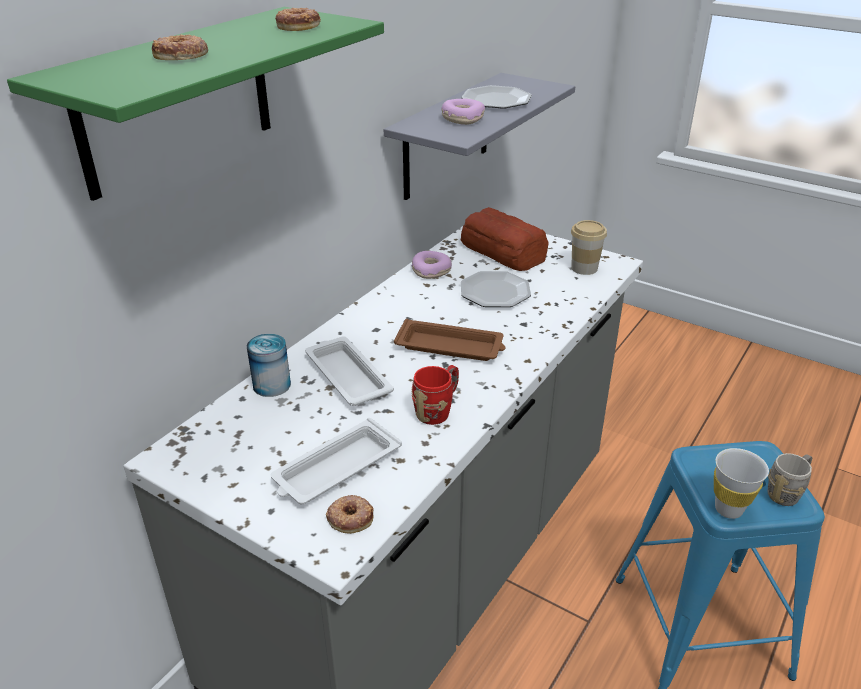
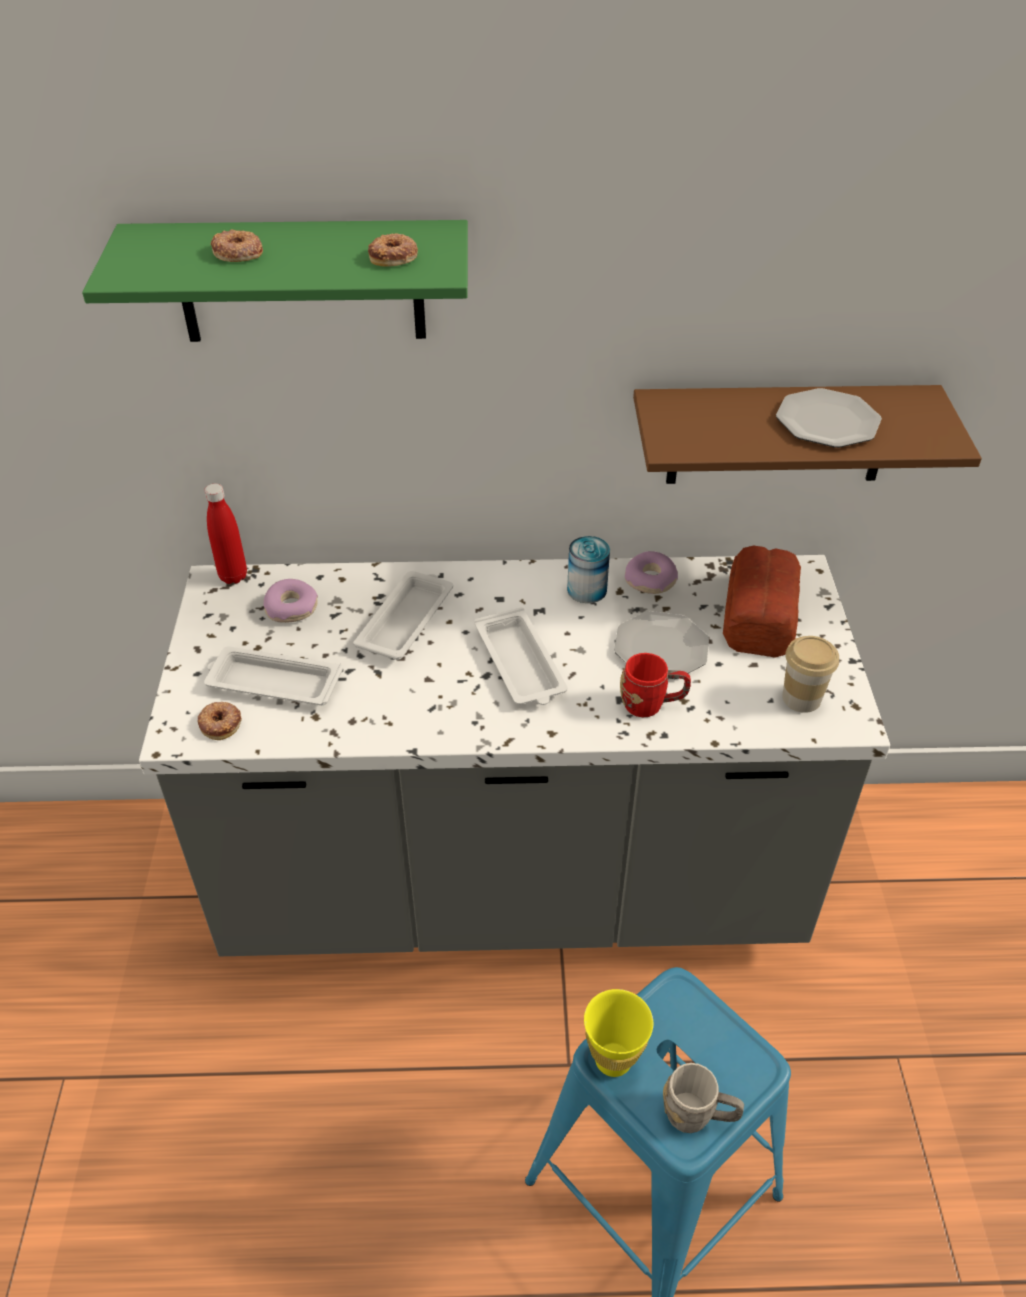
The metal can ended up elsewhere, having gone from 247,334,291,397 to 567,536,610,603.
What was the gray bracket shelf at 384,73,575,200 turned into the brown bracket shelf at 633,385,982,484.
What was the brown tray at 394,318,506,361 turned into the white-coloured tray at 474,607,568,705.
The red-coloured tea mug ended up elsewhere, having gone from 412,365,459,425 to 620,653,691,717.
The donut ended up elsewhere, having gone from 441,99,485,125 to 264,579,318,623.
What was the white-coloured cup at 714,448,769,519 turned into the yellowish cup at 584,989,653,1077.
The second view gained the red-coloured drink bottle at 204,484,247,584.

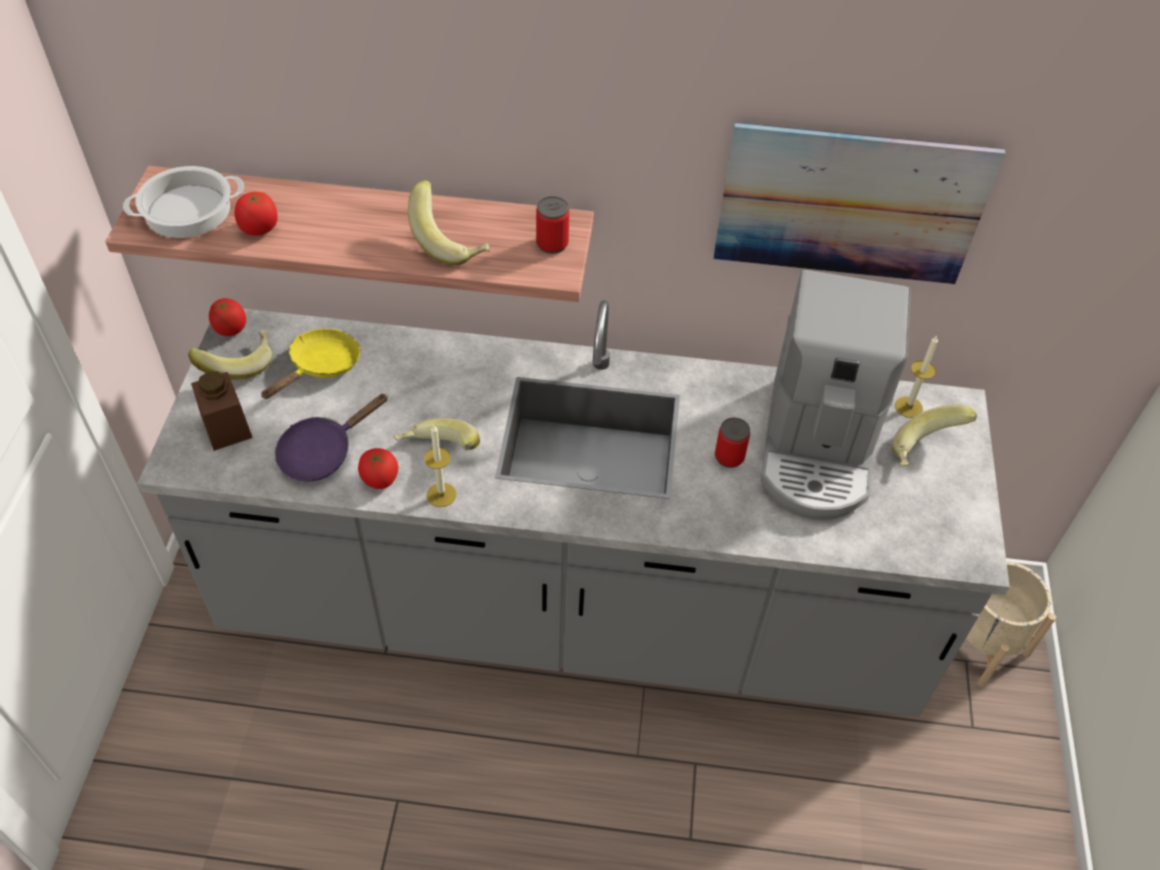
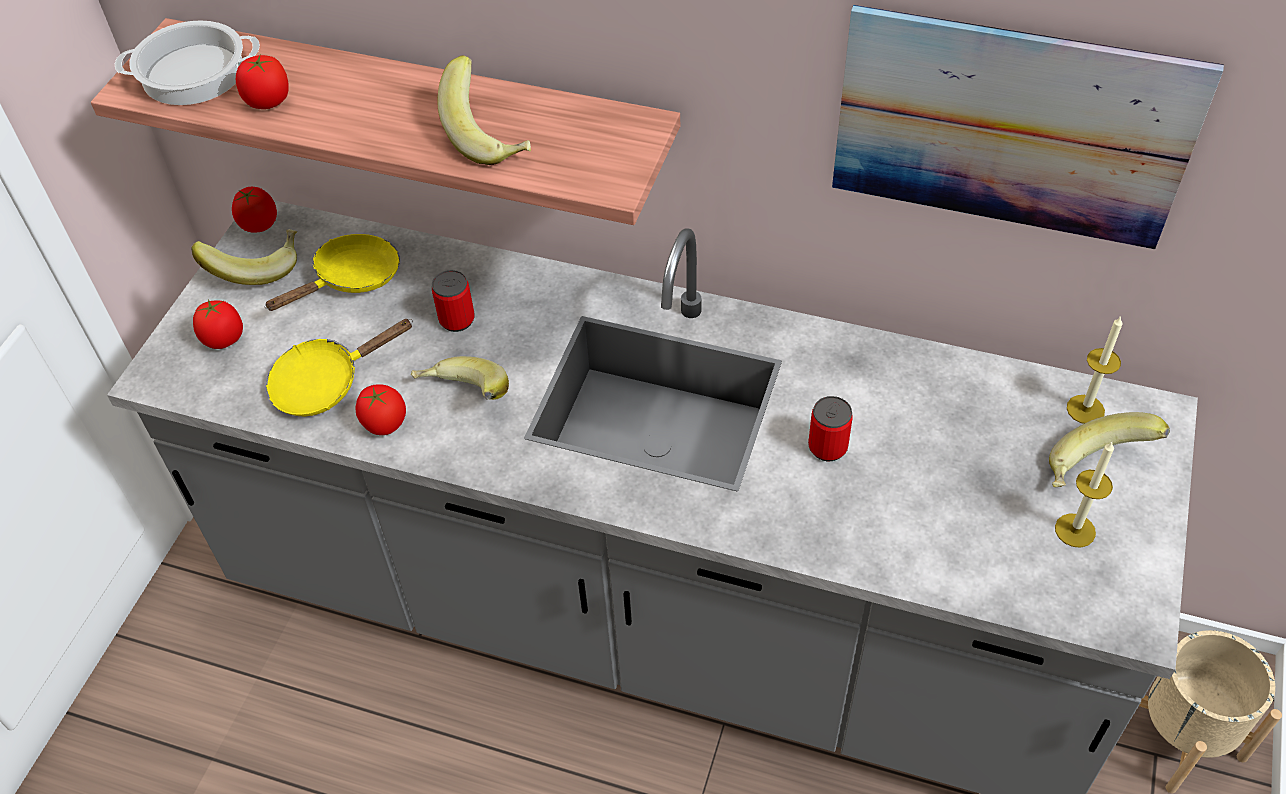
Where the brown storage jar stood at 191,371,253,451, the tomato came to stand at 193,299,243,349.
What was the purple frying pan at 275,394,388,482 turned into the yellowish frying pan at 266,319,413,416.
The candle ended up elsewhere, having gone from 424,424,456,507 to 1055,442,1114,548.
The metal can ended up elsewhere, having gone from 536,196,569,254 to 432,270,475,332.
The second view lost the coffee machine at 761,270,911,520.

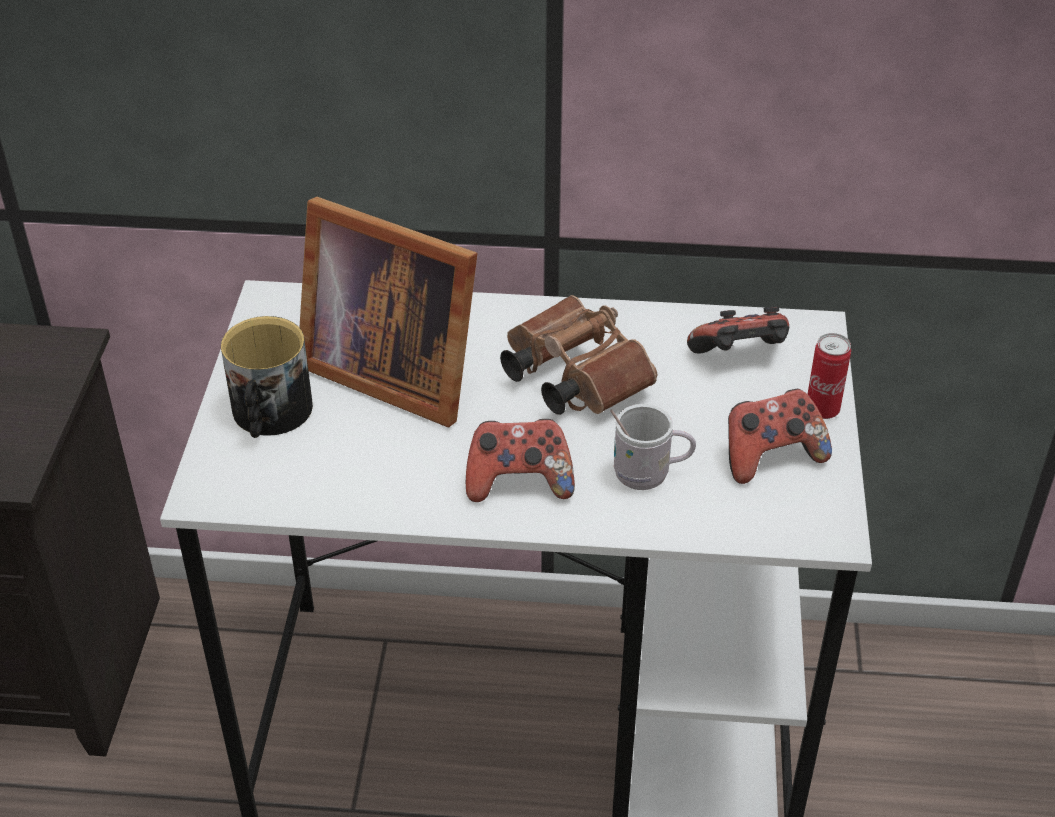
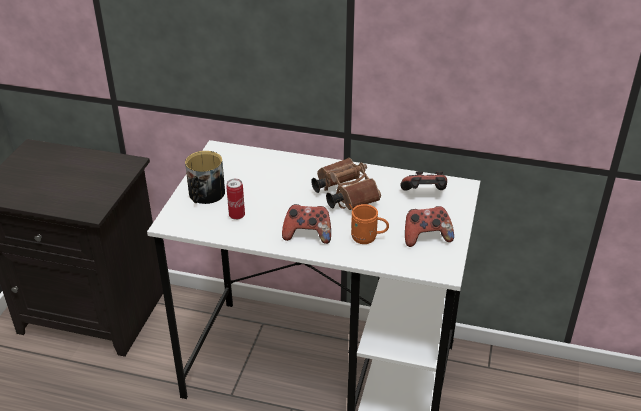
The second view lost the picture frame at 299,197,477,427.
What was the white-coloured tea mug at 610,404,696,490 turned into the orange tea mug at 349,204,389,244.
The metal can ended up elsewhere, having gone from 807,333,851,419 to 226,179,245,220.

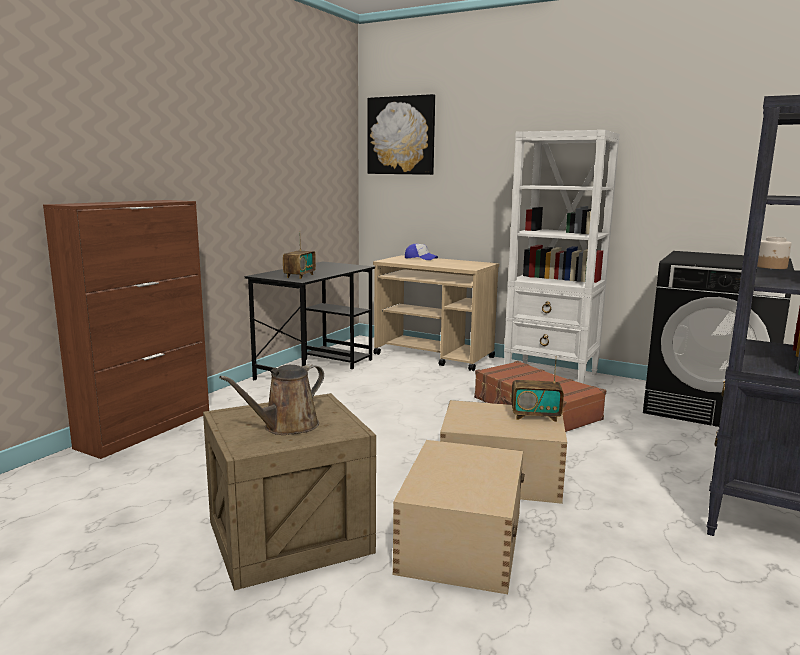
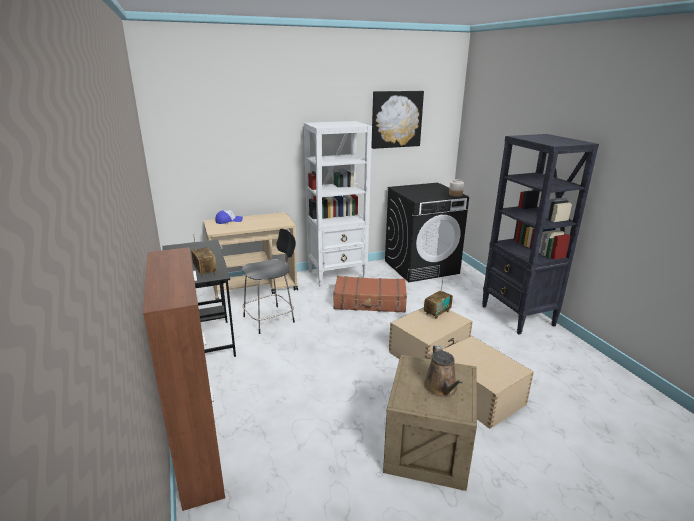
The wall art ended up elsewhere, having gone from 367,94,435,175 to 371,91,424,149.
The second view gained the blackish stool seat at 242,229,296,334.

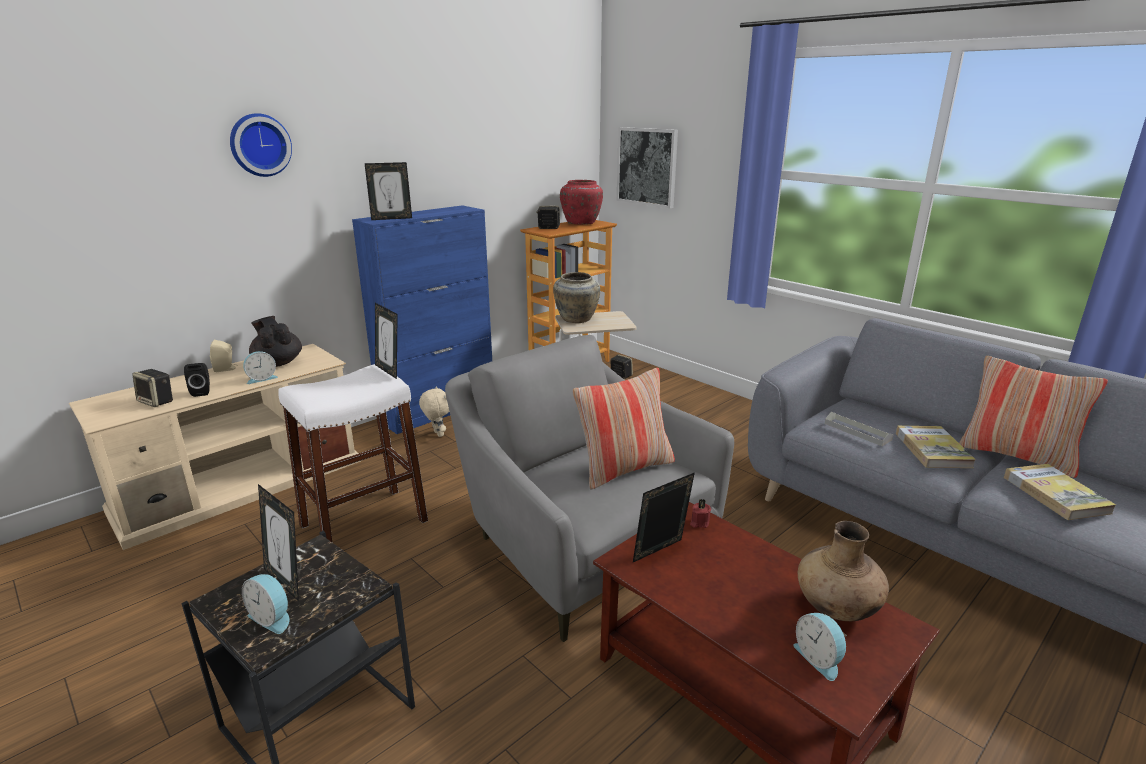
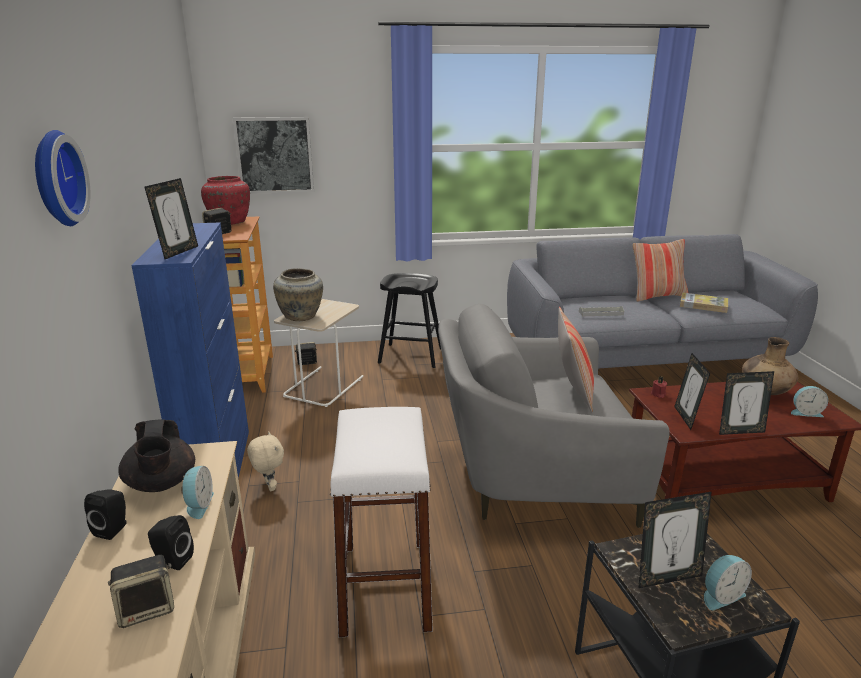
What was the sand-coloured loudspeaker at 210,340,238,372 turned into the blackish loudspeaker at 84,489,127,540.
The blackish teapot at 249,316,302,367 ended up facing another way, 105 degrees counterclockwise from before.
The picture frame ended up elsewhere, having gone from 375,303,398,379 to 719,371,774,435.
The sand-coloured plush toy at 419,387,450,437 ended up facing another way, 60 degrees clockwise from before.
The second view lost the volume at 896,426,976,468.
The second view gained the blackish stool seat at 378,273,441,368.

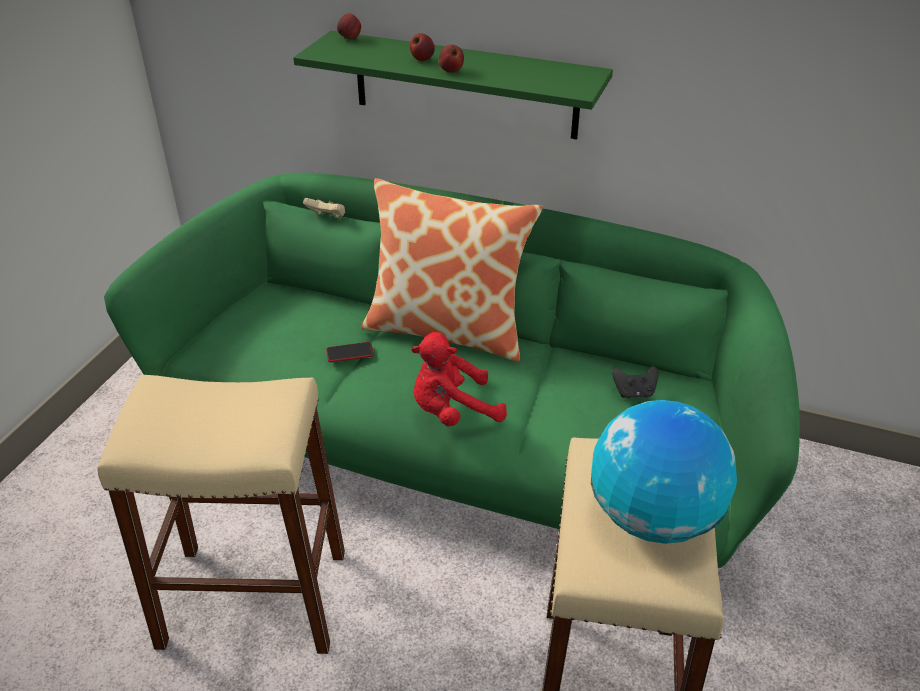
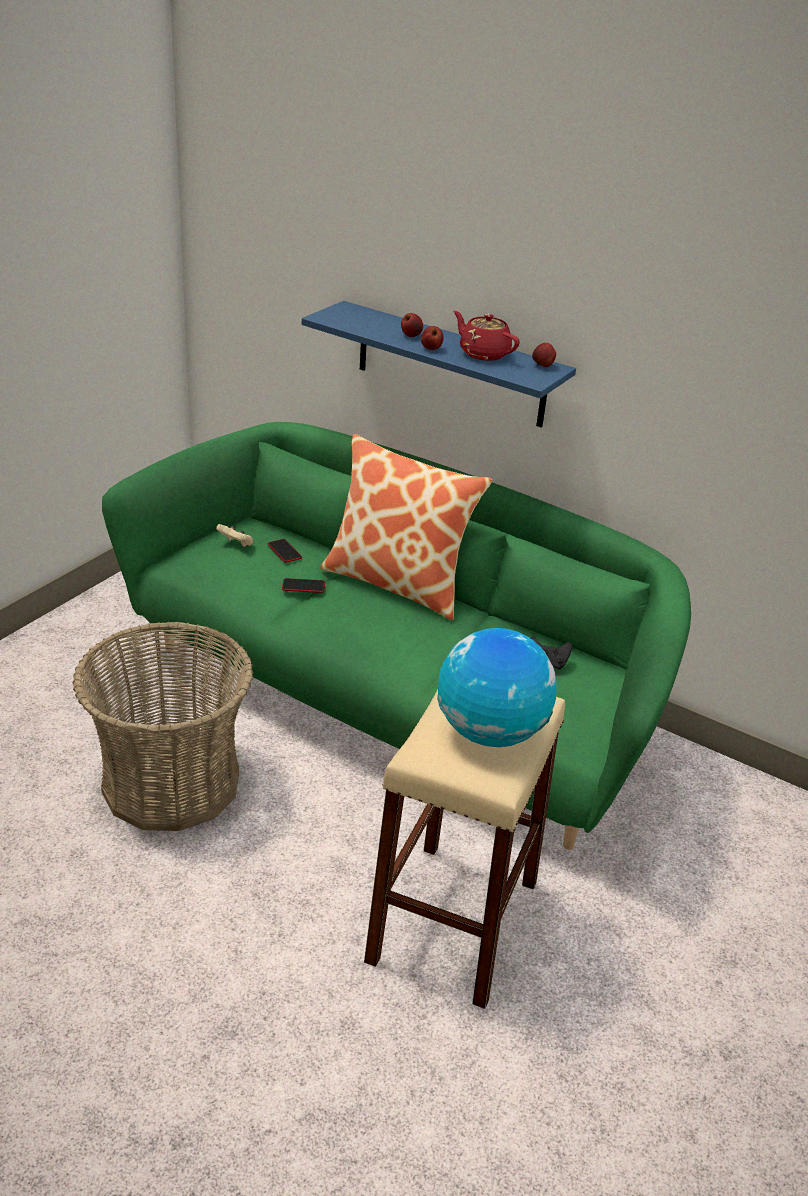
Where the sand-coloured stool seat stood at 97,374,345,654, the household basket came to stand at 72,621,253,831.
What was the green bracket shelf at 293,31,613,139 turned into the blue bracket shelf at 302,301,576,428.
The sand-coloured game controller ended up elsewhere, having gone from 303,198,345,218 to 216,524,253,547.
The whole apple ended up elsewhere, having gone from 337,13,361,40 to 532,343,556,367.
The second view lost the red-coloured plush toy at 411,332,507,427.
The second view gained the phone at 268,539,302,563.
The second view gained the red-coloured teapot at 453,311,520,361.

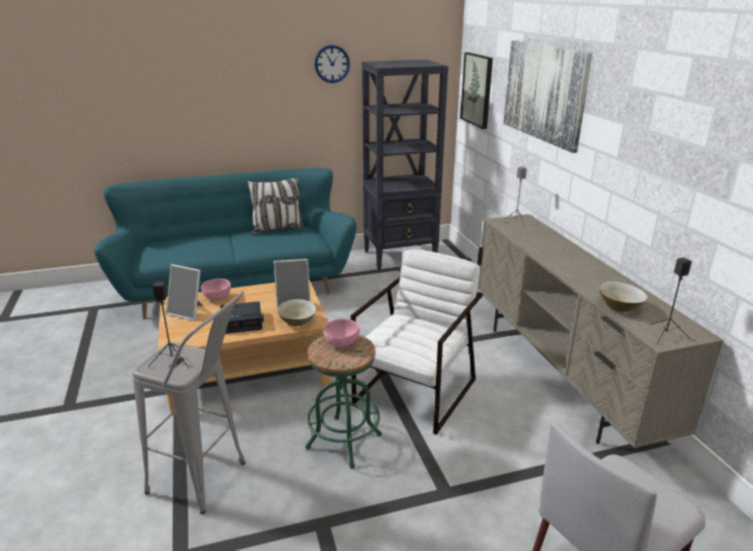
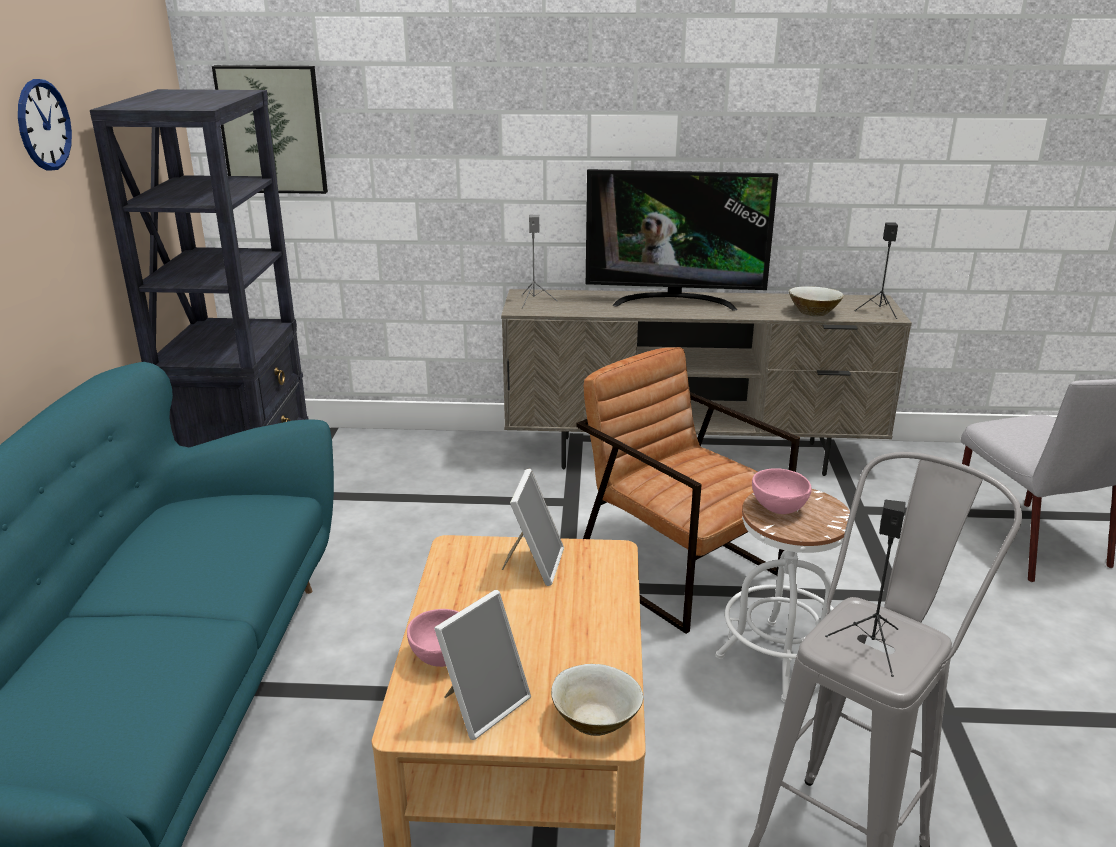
The second view lost the alarm clock at 221,301,264,334.
The second view lost the pillow at 247,177,304,234.
The sand-coloured serving bowl ended up elsewhere, having gone from 277,299,316,326 to 551,664,644,736.
What was the green stool seat at 305,335,382,469 turned into the white-coloured stool seat at 715,489,850,702.
What was the white-coloured lounge chair at 351,249,483,435 turned into the brown lounge chair at 576,347,800,634.
The second view lost the wall art at 503,41,592,153.
The second view gained the television at 586,169,778,311.

